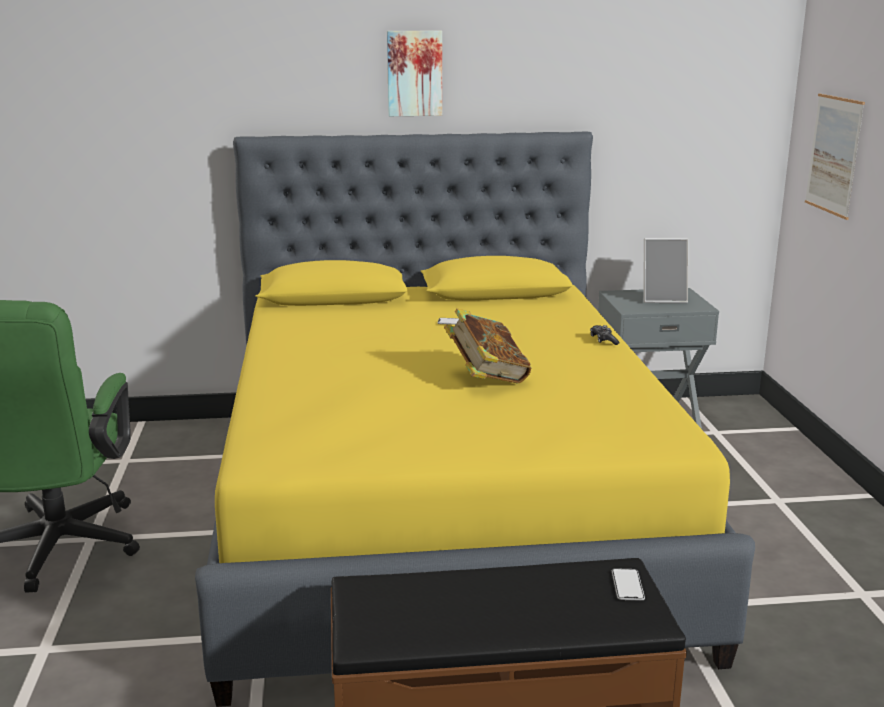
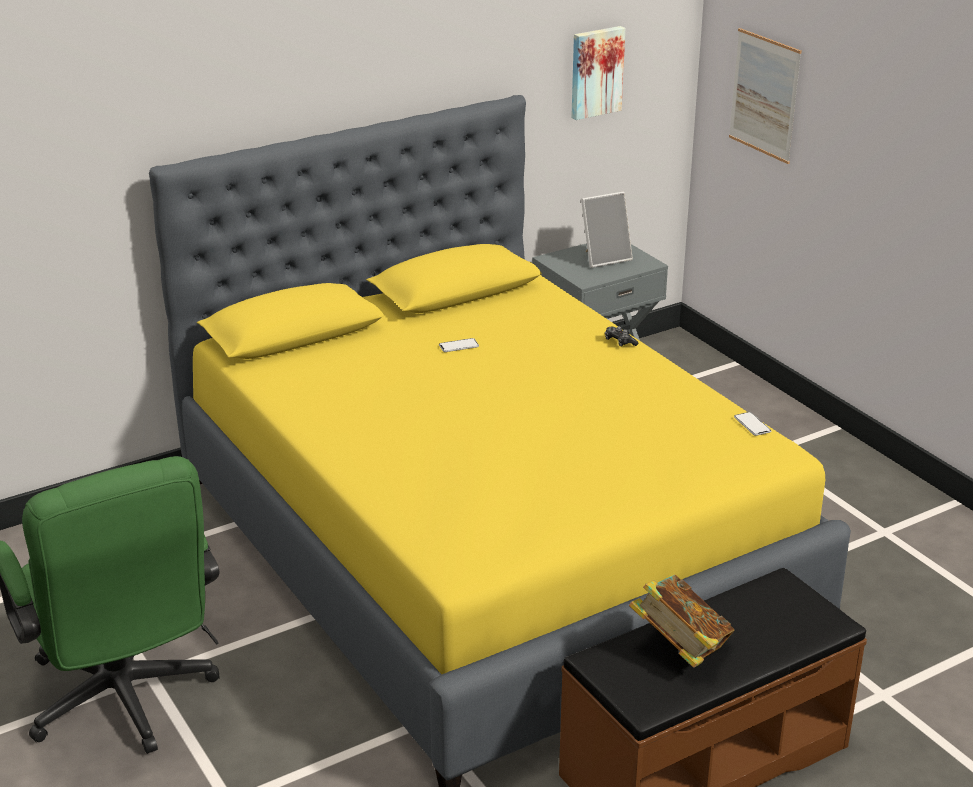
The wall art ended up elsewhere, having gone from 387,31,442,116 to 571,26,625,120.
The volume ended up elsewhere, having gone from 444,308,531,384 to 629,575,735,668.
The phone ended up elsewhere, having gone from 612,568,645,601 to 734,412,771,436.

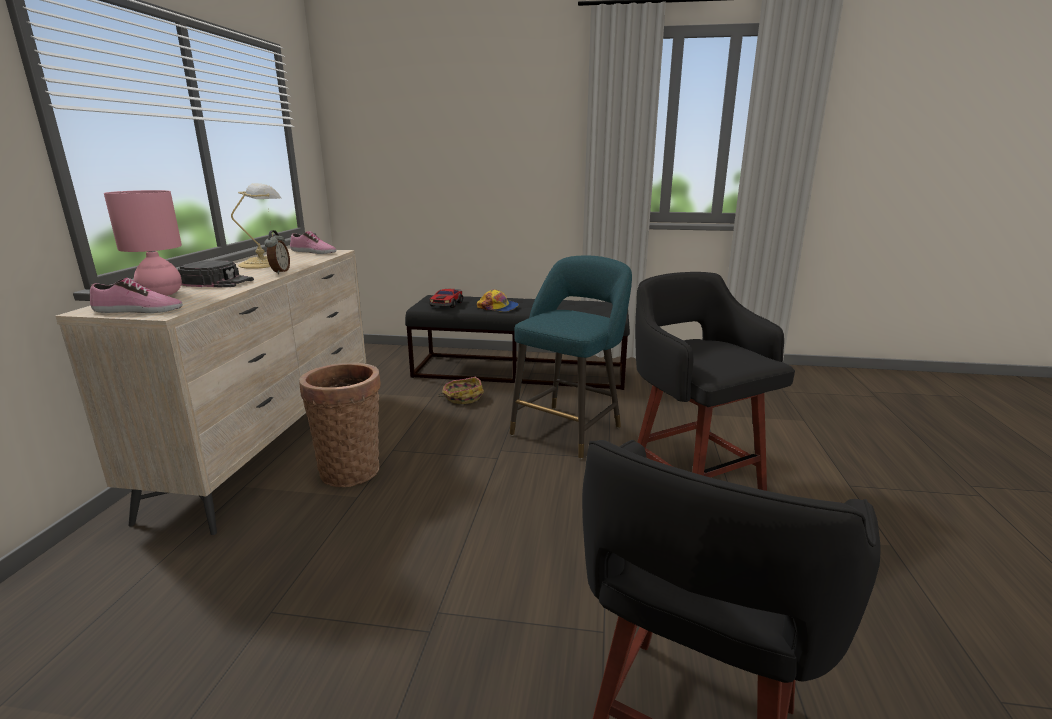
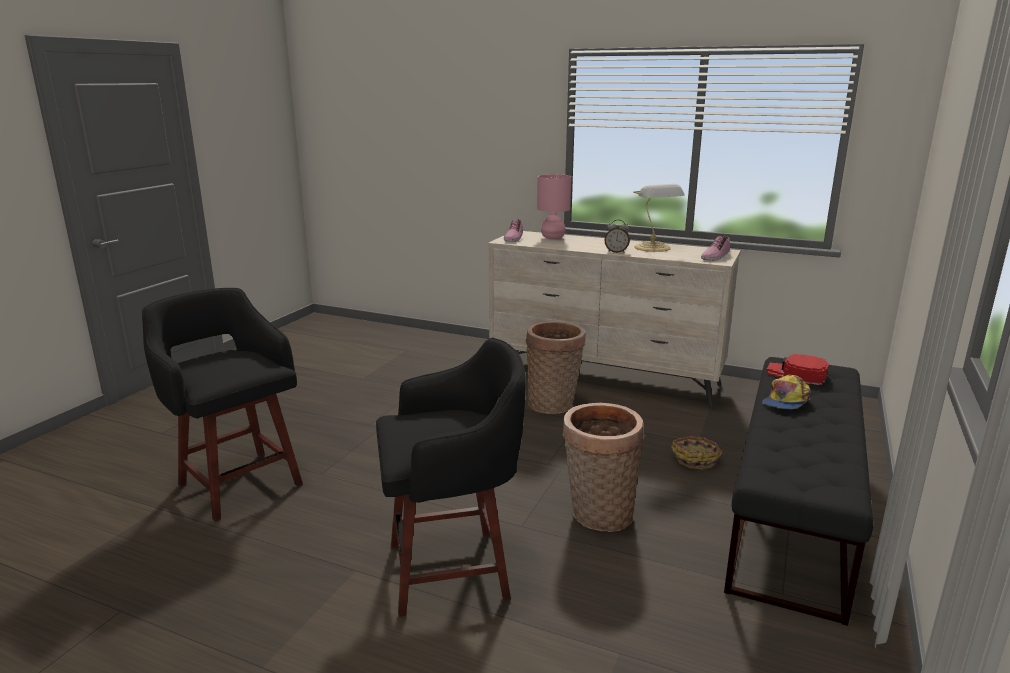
The second view lost the blackish peaked cap at 178,260,254,288.
Where the miniature car stood at 429,288,463,308, the red-coloured peaked cap came to stand at 766,354,829,385.
Where the turquoise stool seat stood at 510,256,632,459, the household basket came to stand at 562,403,644,532.

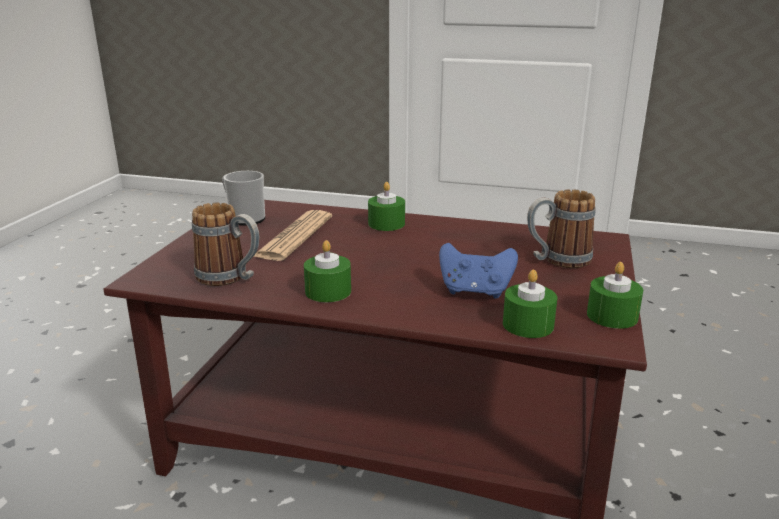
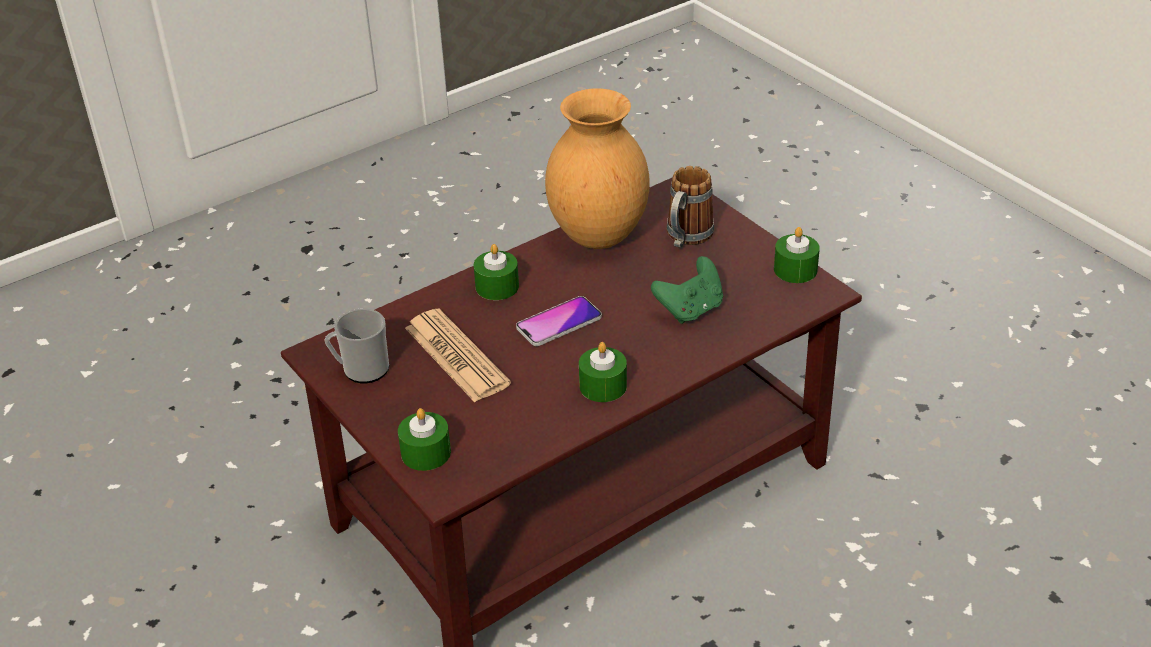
The second view lost the tea mug at 192,203,259,286.
What was the blue game controller at 439,243,518,299 turned into the green game controller at 651,256,723,324.
The green candle ended up elsewhere, having gone from 503,270,557,338 to 398,408,451,471.
The second view gained the phone at 516,296,602,346.
The second view gained the brown decorative vase at 545,88,650,249.

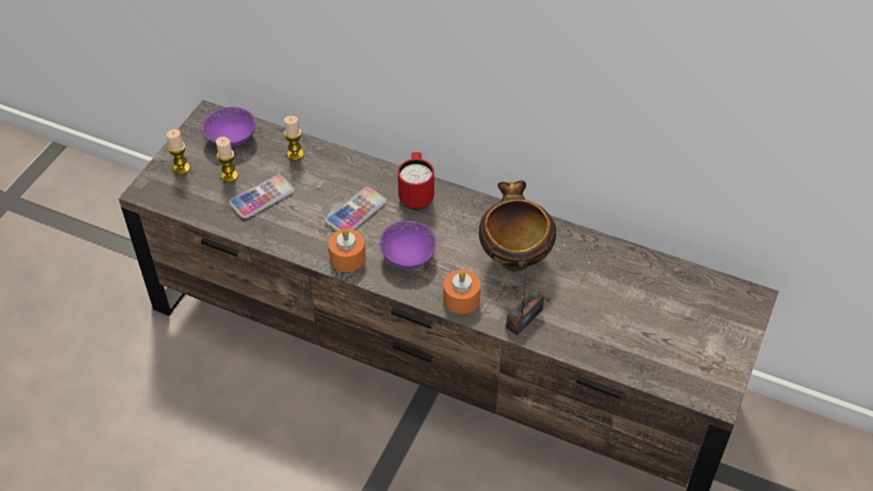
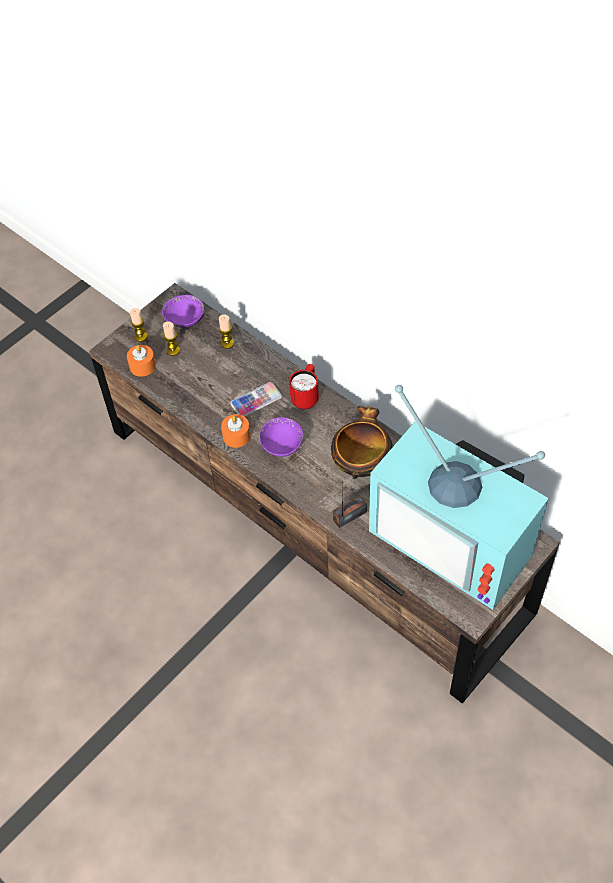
The second view lost the phone at 229,175,294,219.
The orange candle ended up elsewhere, having gone from 443,270,481,314 to 127,345,156,377.
The second view gained the television at 369,385,549,610.

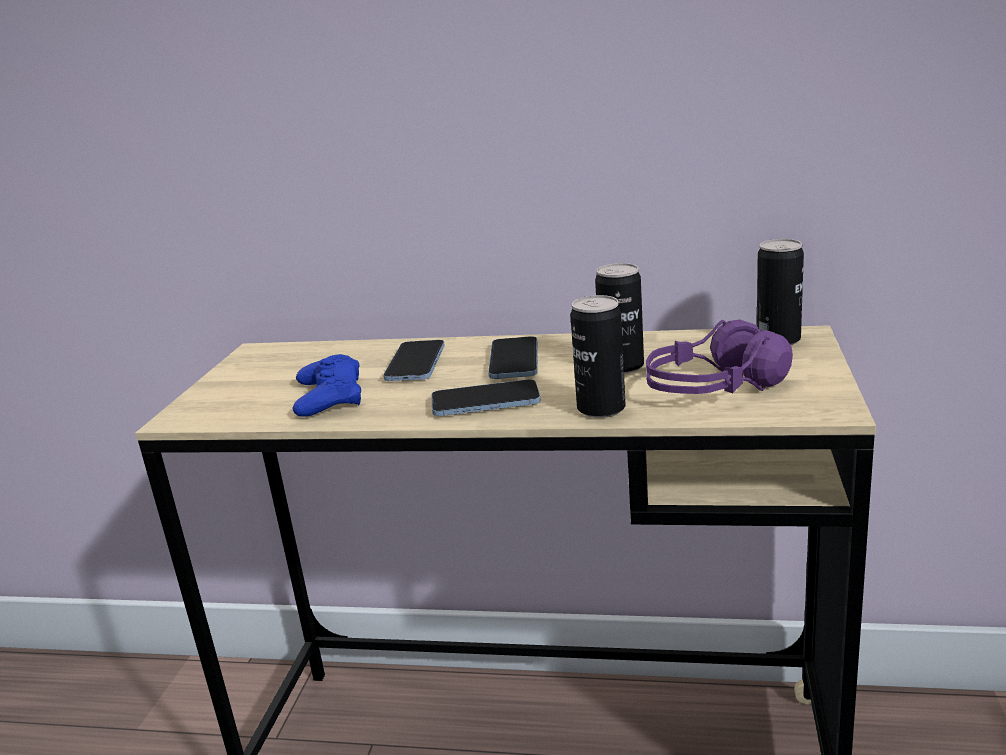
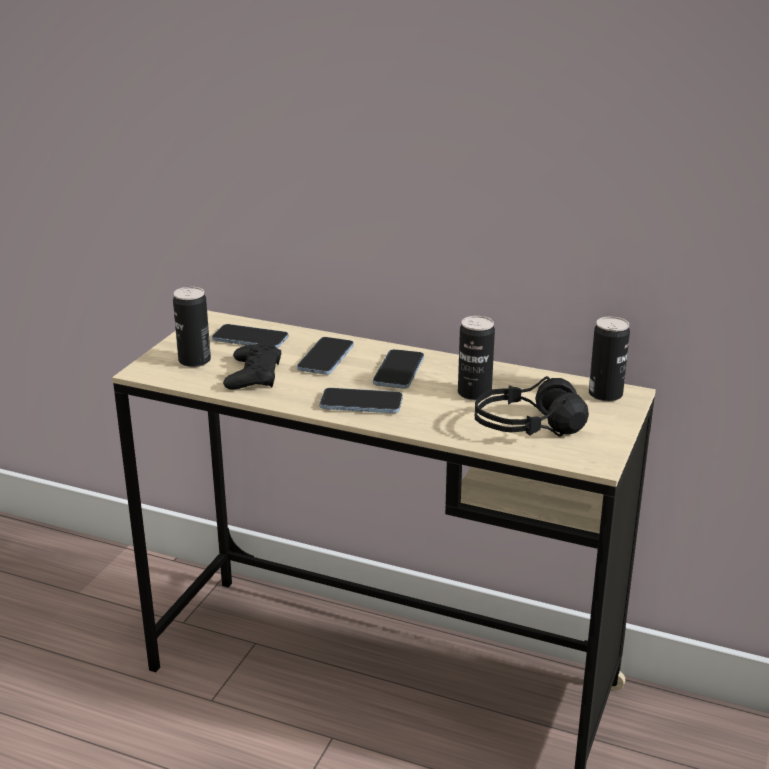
What was the blue game controller at 292,354,361,417 turned into the blackish game controller at 223,342,281,389.
The metal can ended up elsewhere, having gone from 570,295,626,418 to 173,287,211,367.
What was the purple headphones at 646,319,793,394 turned into the blackish headphones at 475,376,589,437.
The second view gained the phone at 212,324,288,348.

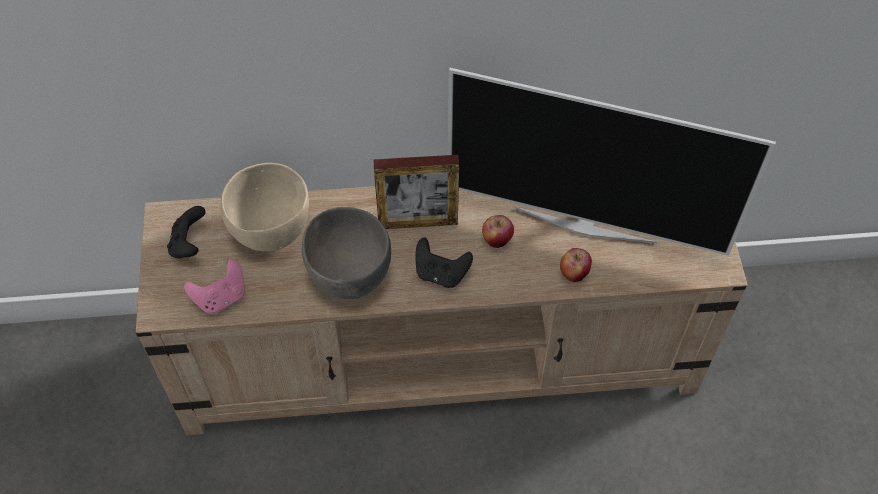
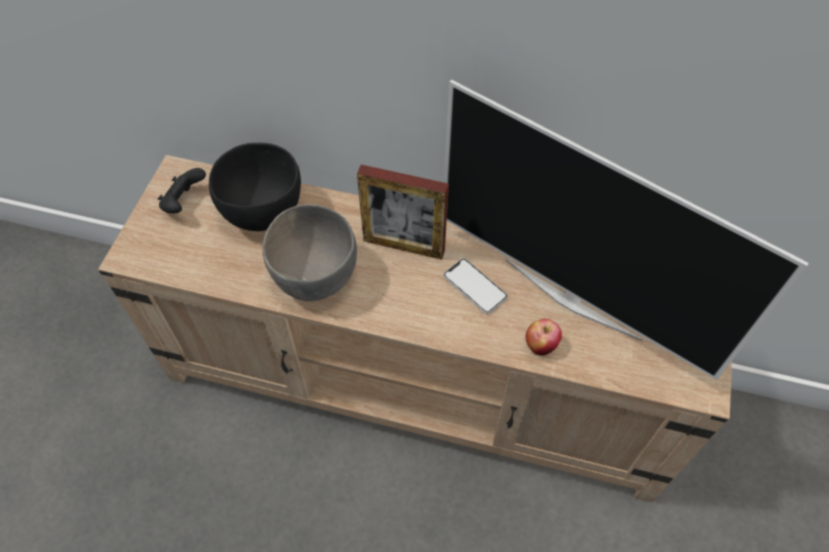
The second view lost the pink-coloured game controller at 184,259,245,314.
What was the sand-coloured serving bowl at 221,163,309,251 turned into the blackish serving bowl at 209,143,301,231.
The second view lost the blackish game controller at 416,237,473,288.
Where the whole apple stood at 482,215,514,248, the phone came to stand at 443,259,508,314.

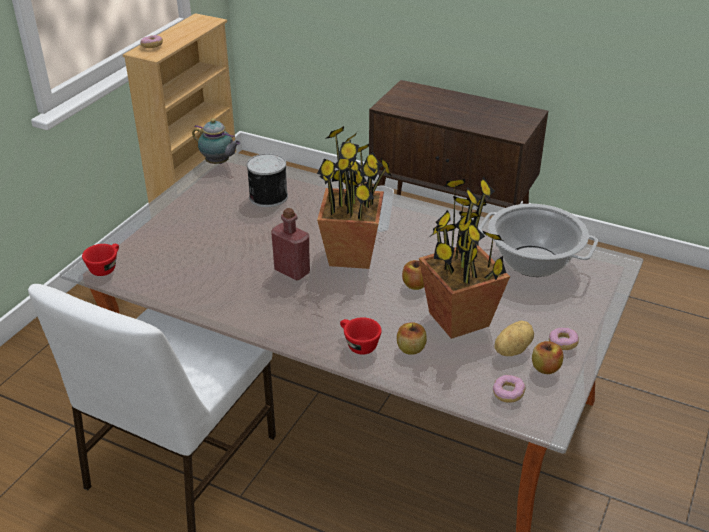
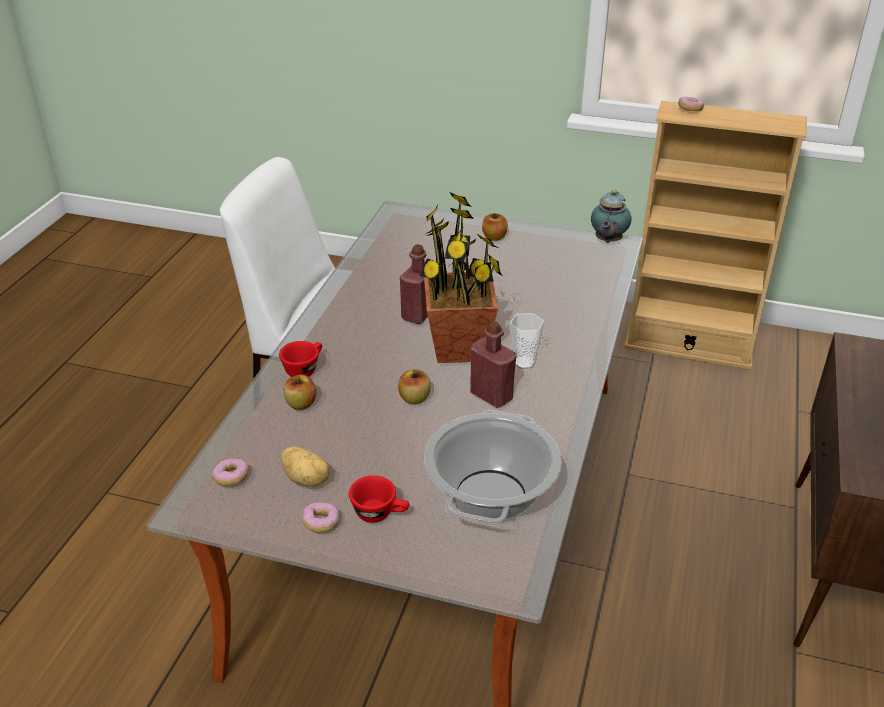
The red-coloured cup ended up elsewhere, having gone from 82,244,119,276 to 349,475,410,523.
The second view lost the metal can at 247,153,288,207.
The second view lost the plant in a pot at 419,177,510,339.
The whole apple ended up elsewhere, having gone from 532,341,563,374 to 482,213,508,241.
The second view gained the red-coloured drink bottle at 470,321,516,408.

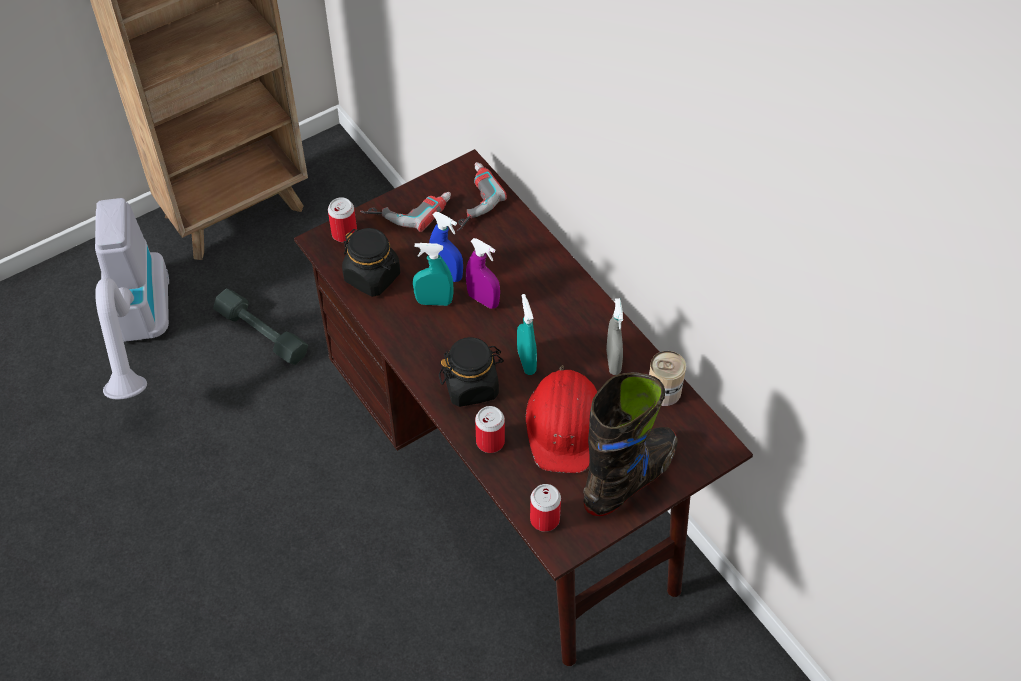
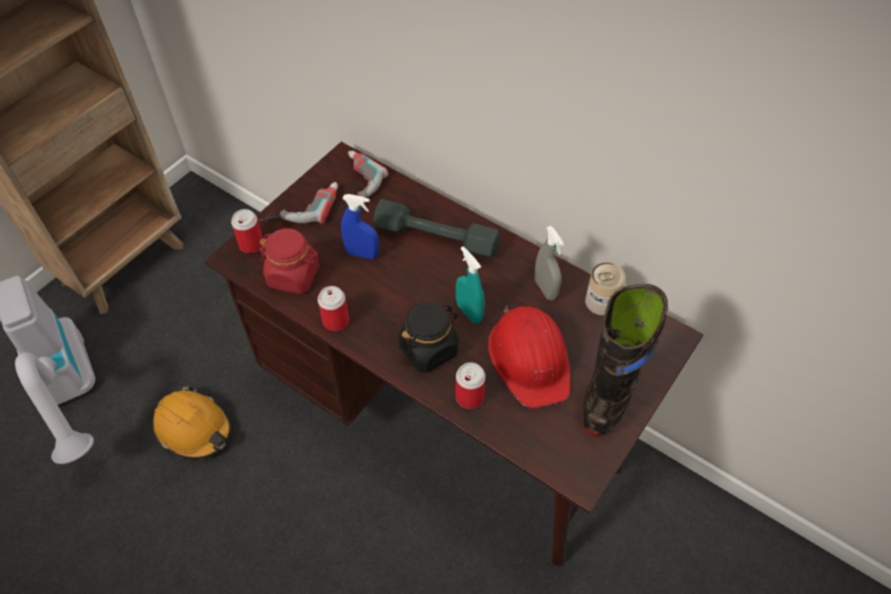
The gray hand weight ended up elsewhere, having gone from 213,288,308,365 to 373,199,500,258.
What was the blackish storage jar at 342,228,400,297 turned into the red-coloured storage jar at 259,228,319,294.
The second view lost the turquoise spray bottle at 413,243,453,306.
The second view lost the purple spray bottle at 466,238,500,309.
The metal can ended up elsewhere, having gone from 530,484,561,532 to 318,286,349,331.
The second view gained the orange work helmet at 153,387,232,460.

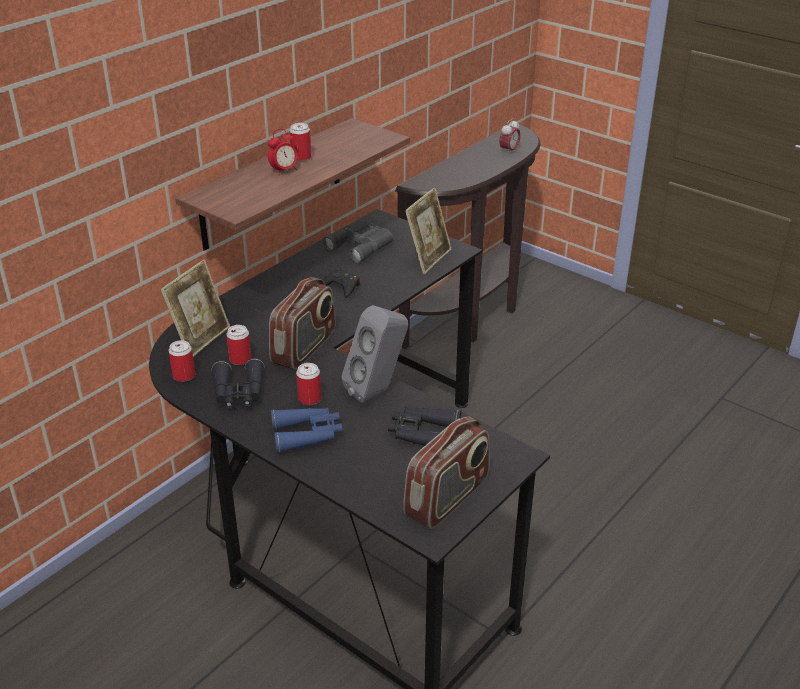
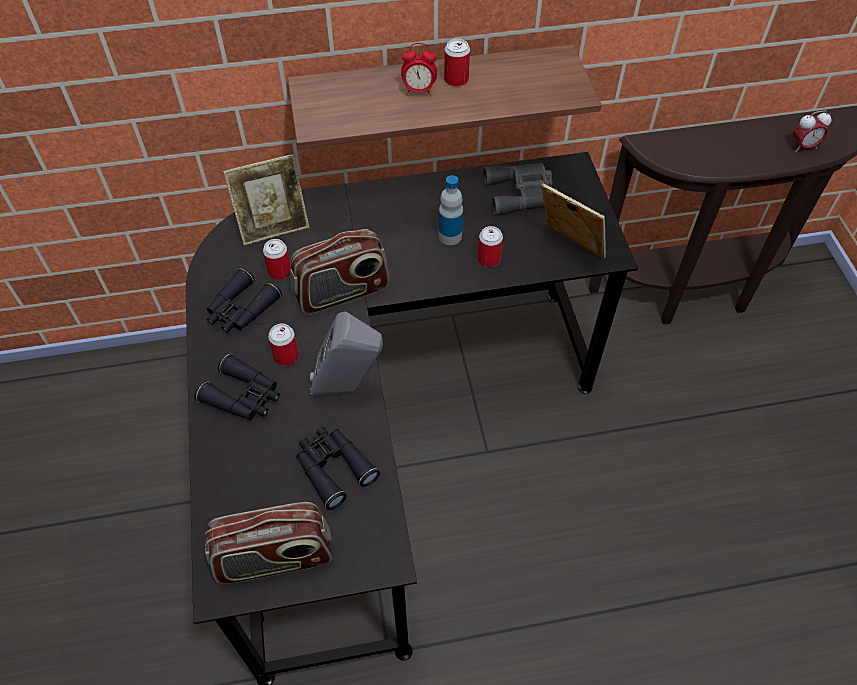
The metal can ended up elsewhere, having gone from 168,340,195,382 to 478,226,503,267.
What was the blue field glasses at 271,408,343,453 turned into the blackish field glasses at 194,353,280,420.
Where the blackish game controller stood at 323,268,360,298, the drink bottle came to stand at 439,175,463,245.
The picture frame at 405,188,452,274 ended up facing another way, 120 degrees counterclockwise from before.

